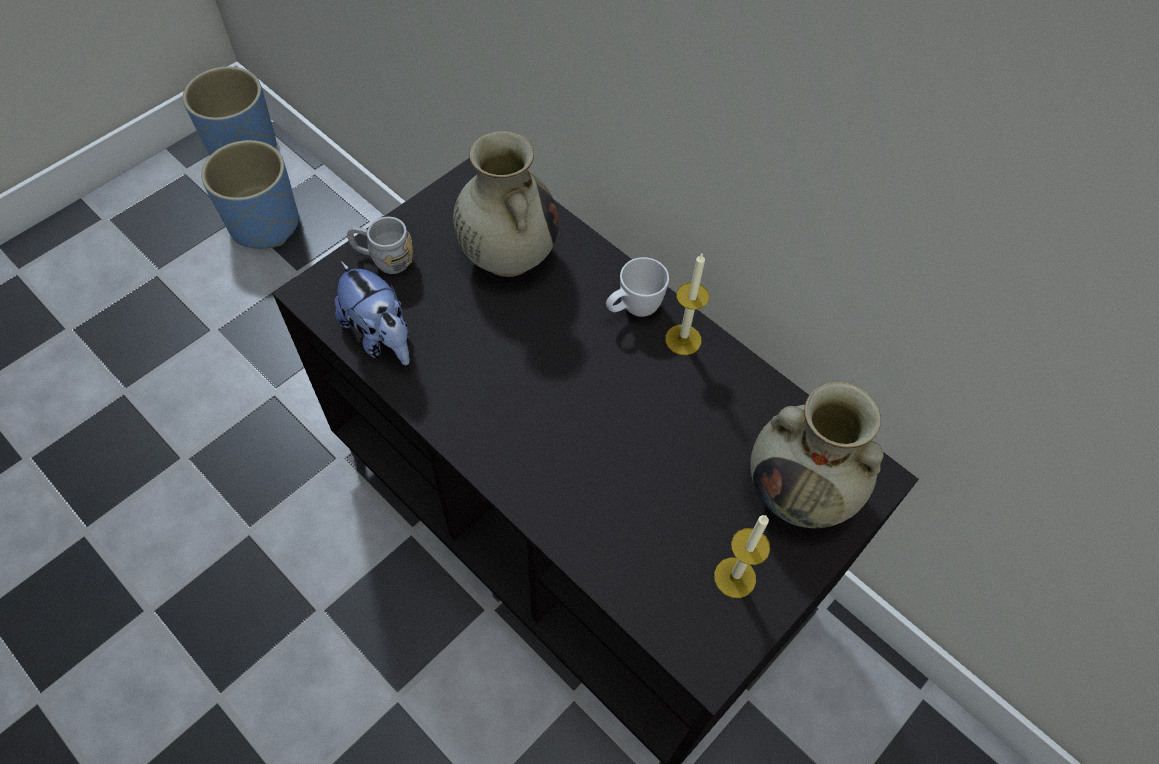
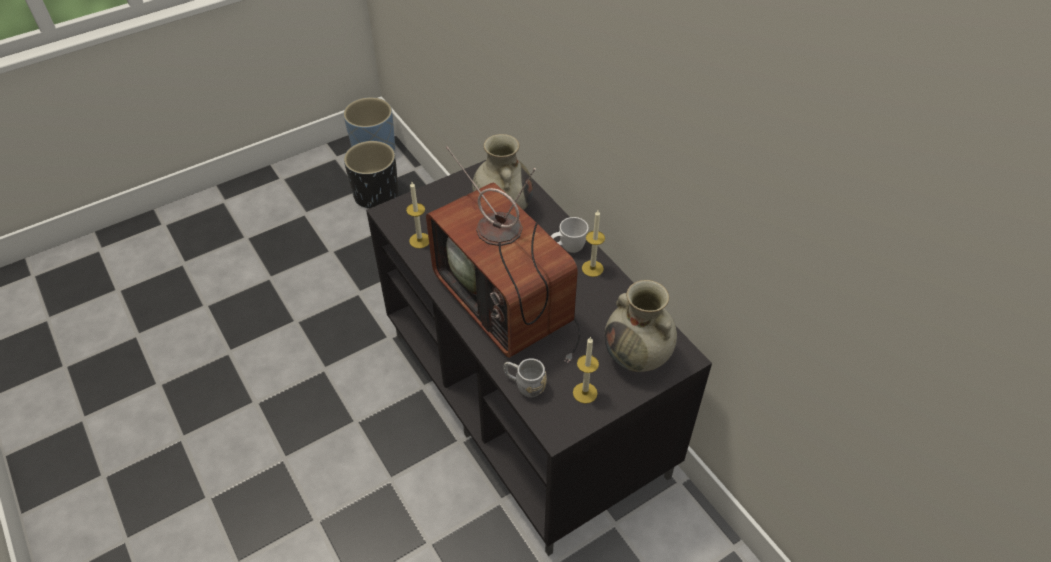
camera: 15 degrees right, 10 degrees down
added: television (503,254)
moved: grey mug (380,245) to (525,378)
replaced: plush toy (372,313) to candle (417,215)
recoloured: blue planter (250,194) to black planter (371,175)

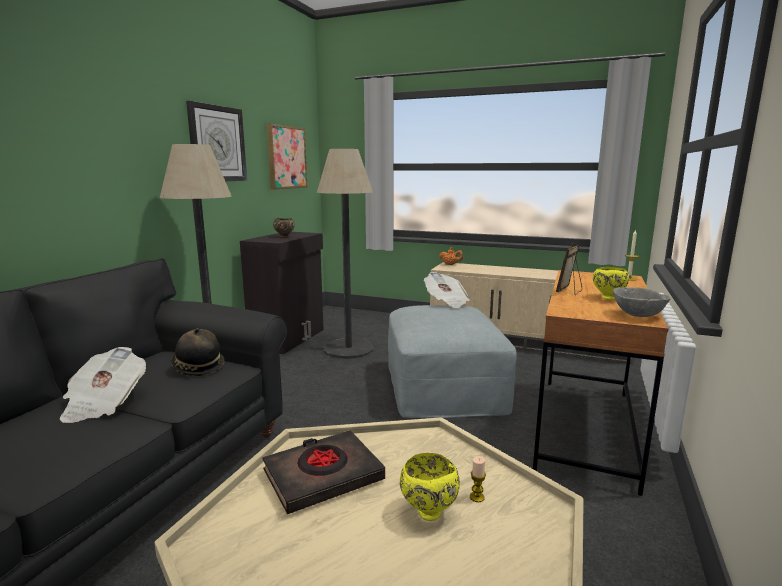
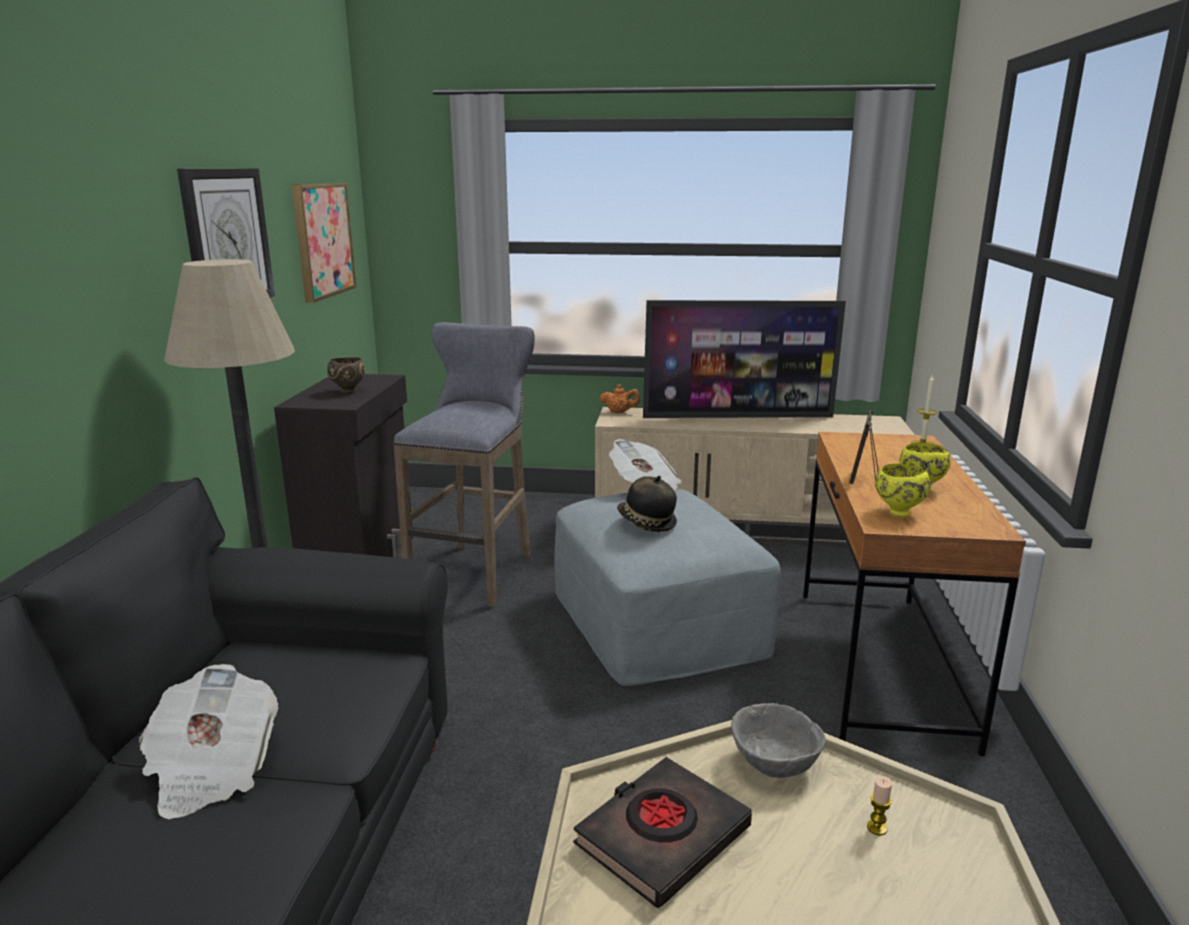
camera: 15 degrees left, 5 degrees up
added: television (744,359)
moved: hat (198,352) to (647,504); yellow bowl (430,487) to (903,490); grey bowl (641,302) to (778,740)
replaced: floor lamp (345,254) to grey stool (464,464)

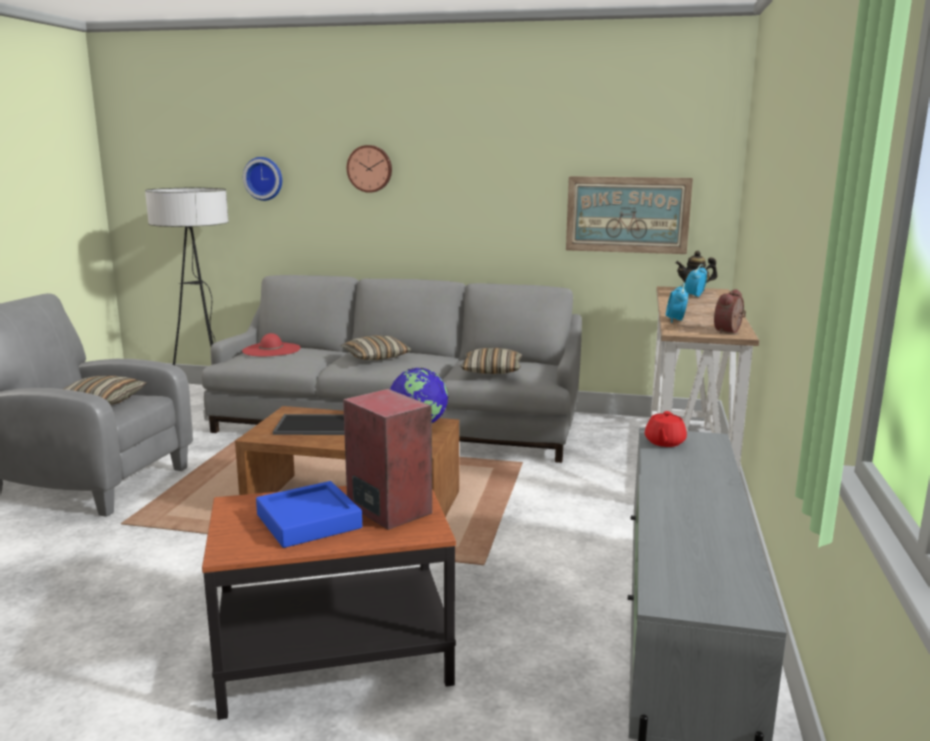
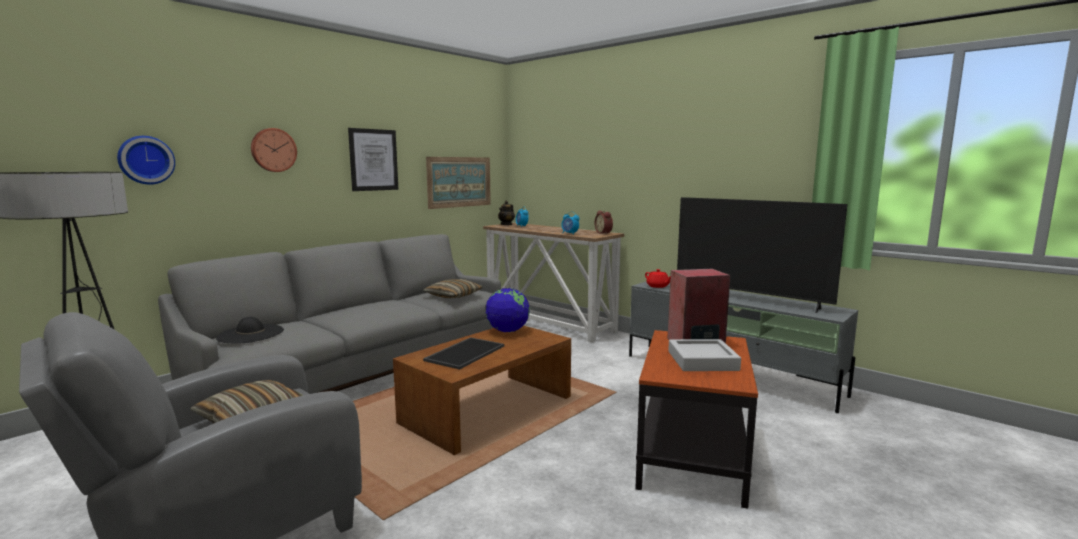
camera: 60 degrees left, 5 degrees down
removed: pillow (376,347)
added: picture (373,159); television (762,255)
recoloured: red hat (271,344) to black hat (250,330); blue tray (309,514) to grey tray (704,355)

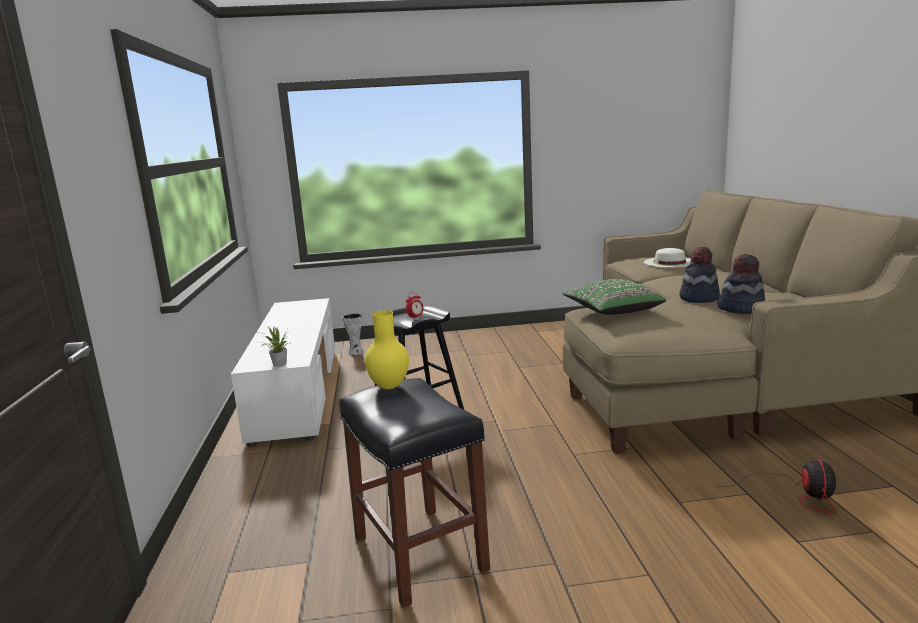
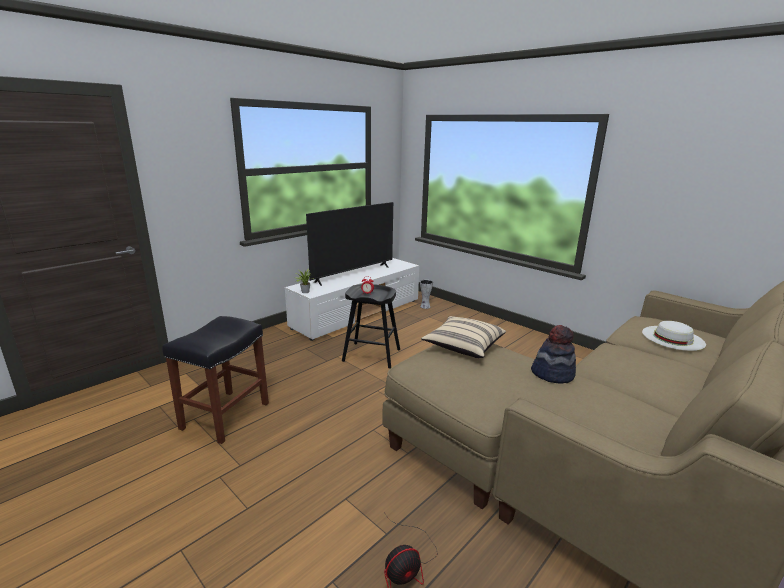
camera: 50 degrees right, 5 degrees up
removed: yellow vase (387,349); hat (741,284)
added: television (349,244)
recoloured: green pillow (614,297) to beige pillow (463,337)

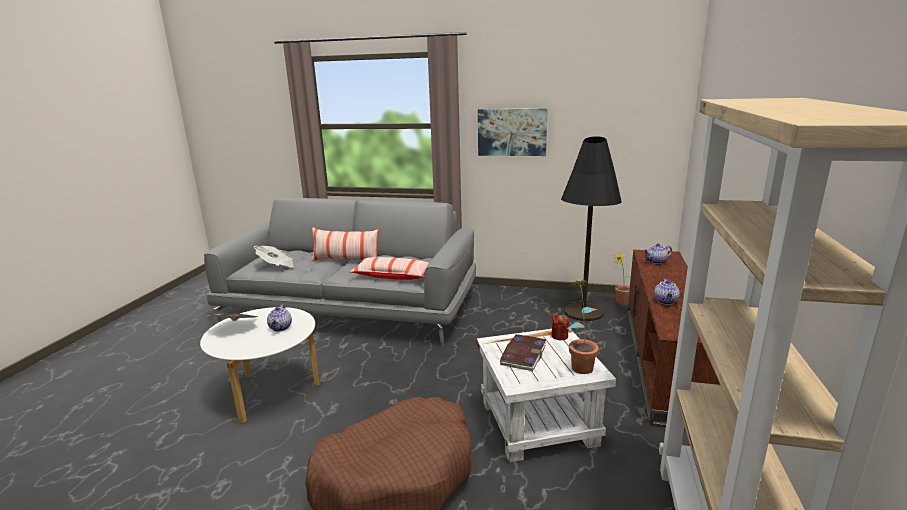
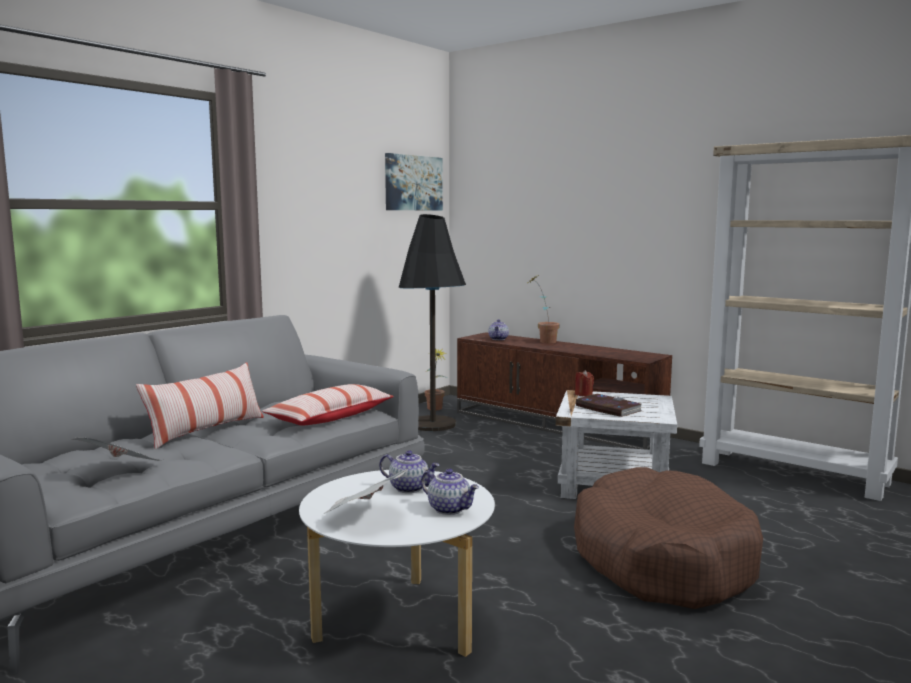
camera: 65 degrees left, 10 degrees down
moved: picture (513,132) to (414,182); potted plant (582,327) to (544,309); teapot (667,292) to (450,491)

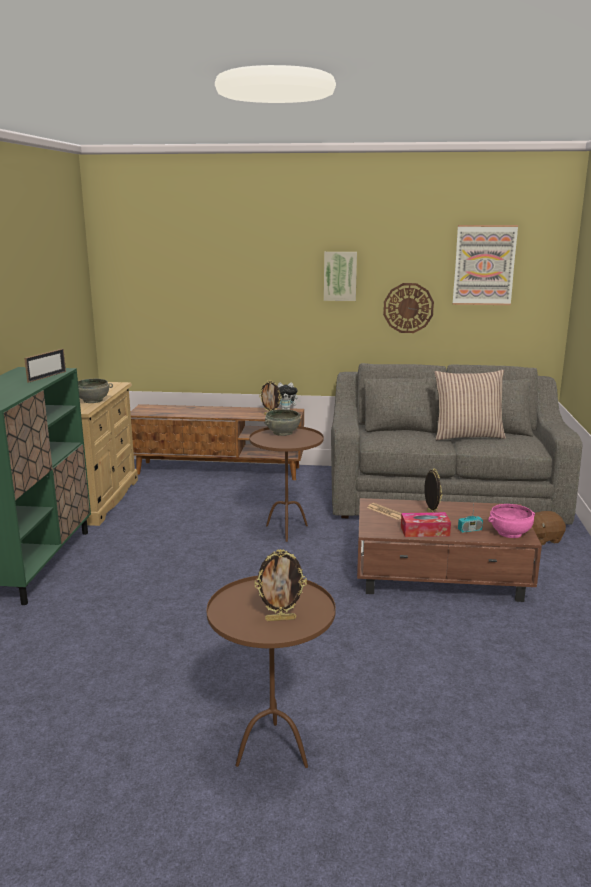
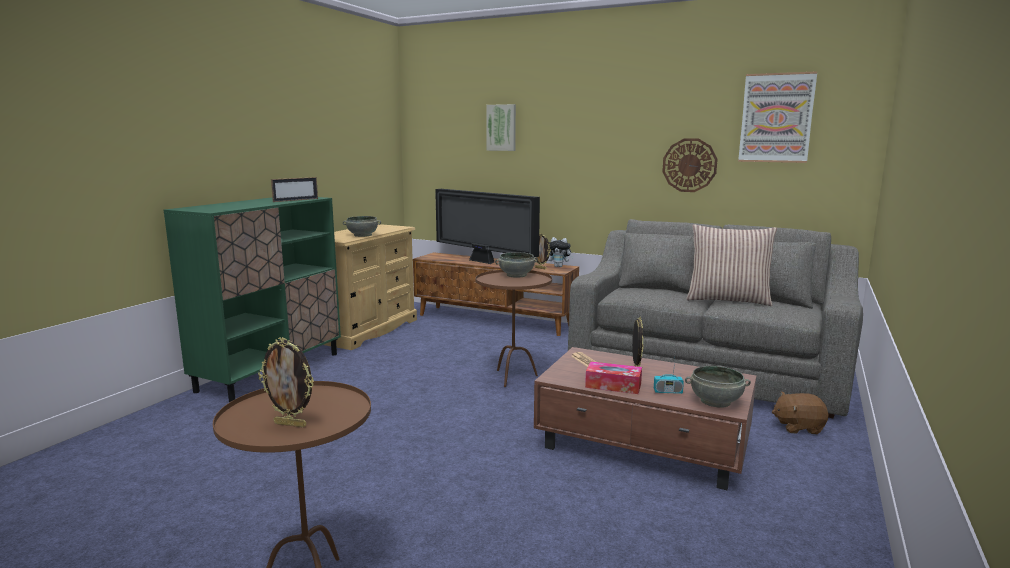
camera: 20 degrees right, 5 degrees down
added: television (487,226)
moved: picture (340,276) to (501,127)
recoloured: pink bowl (511,521) to grey bowl (718,387)

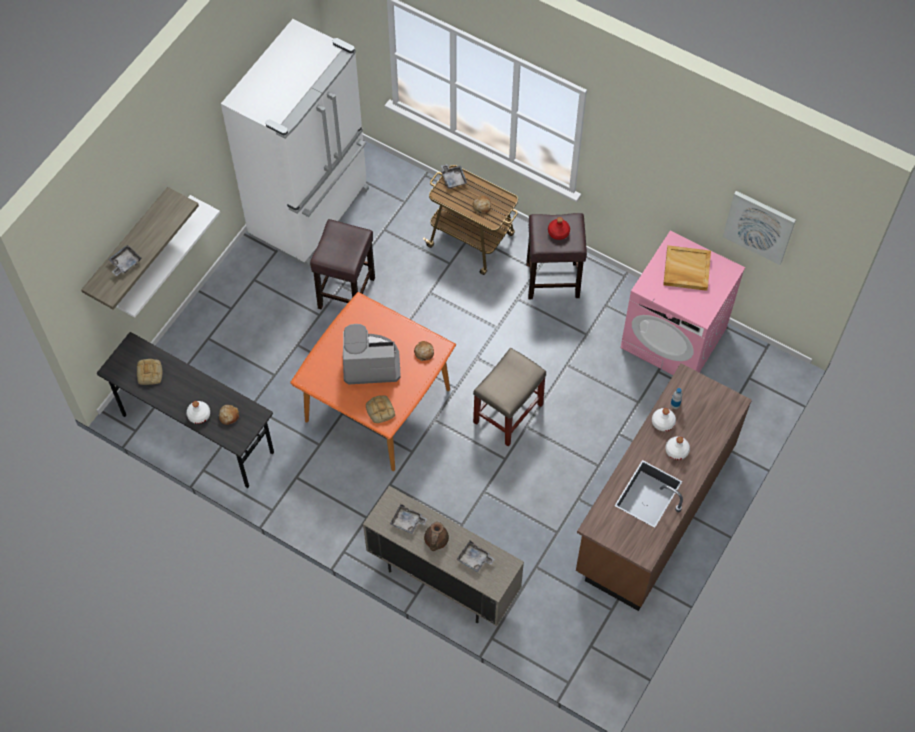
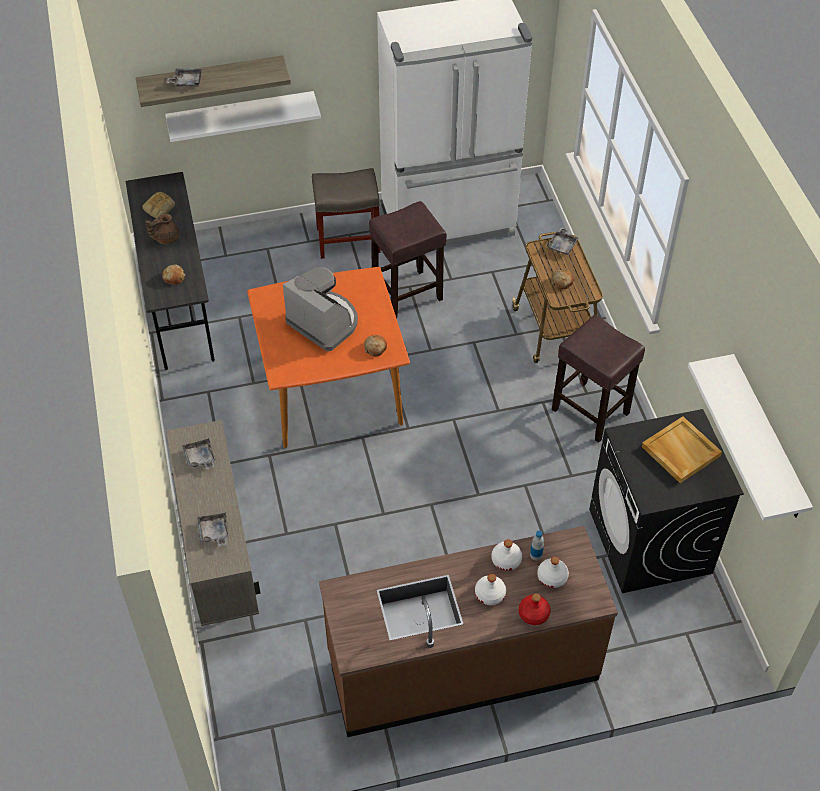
camera: 45 degrees right, 10 degrees down
removed: bread (380,409)
moved: white bottle (198,412) to (553,572); brown teapot (436,536) to (162,228); beige stool (509,397) to (346,213); red bottle (559,228) to (534,609)
replaced: picture (759,228) to white shelf (750,437)
recoloured: pink washing machine (682,303) to black washing machine (666,501)

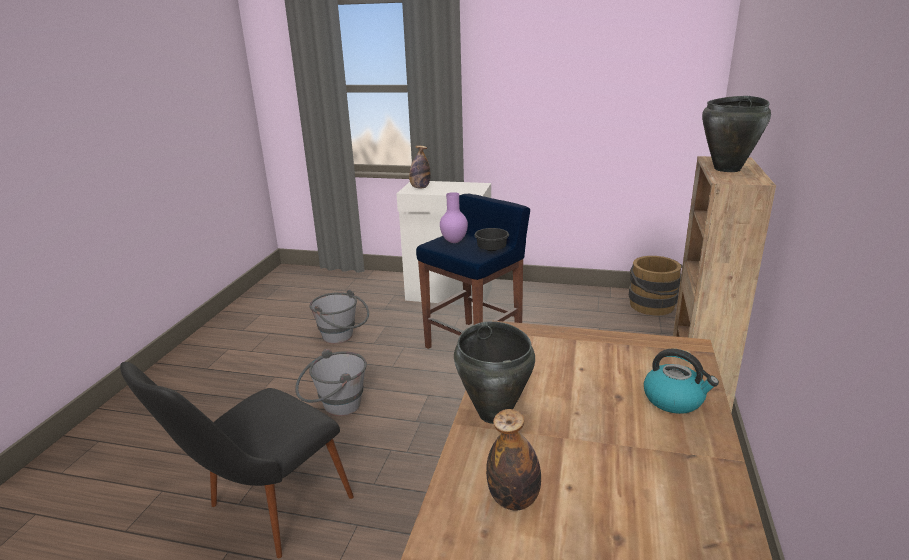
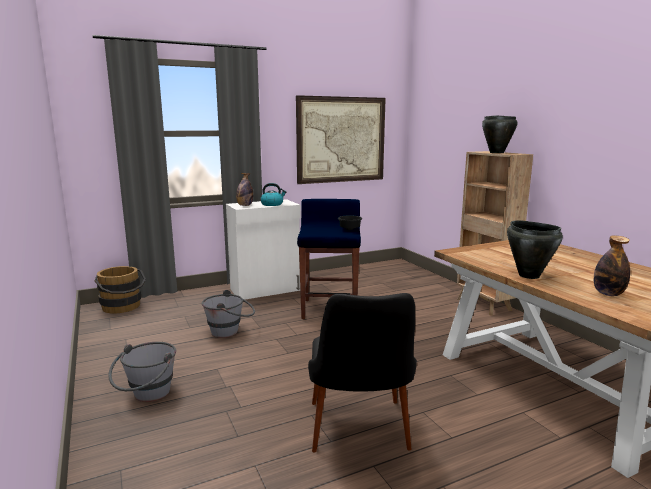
camera: 40 degrees left, 10 degrees down
removed: purple vase (454,217)
added: picture (341,139)
moved: grey bucket (331,382) to (142,372); brown bucket (655,285) to (120,289); kettle (681,381) to (273,194)

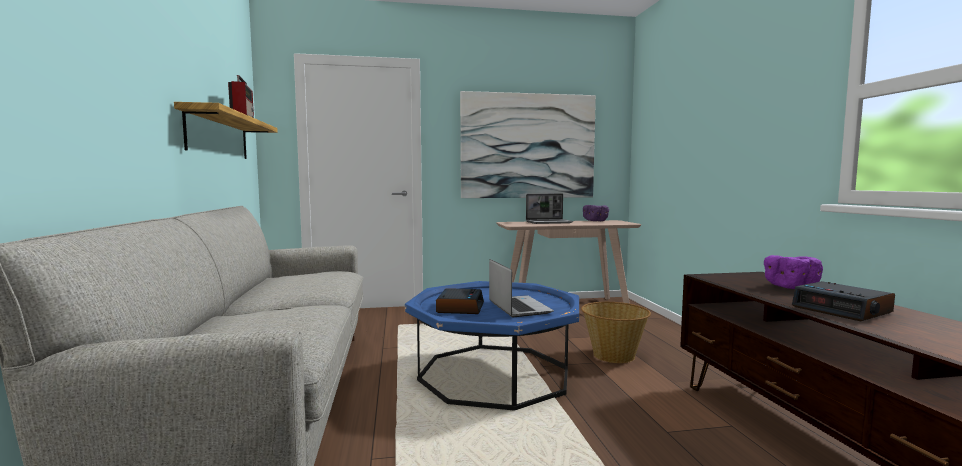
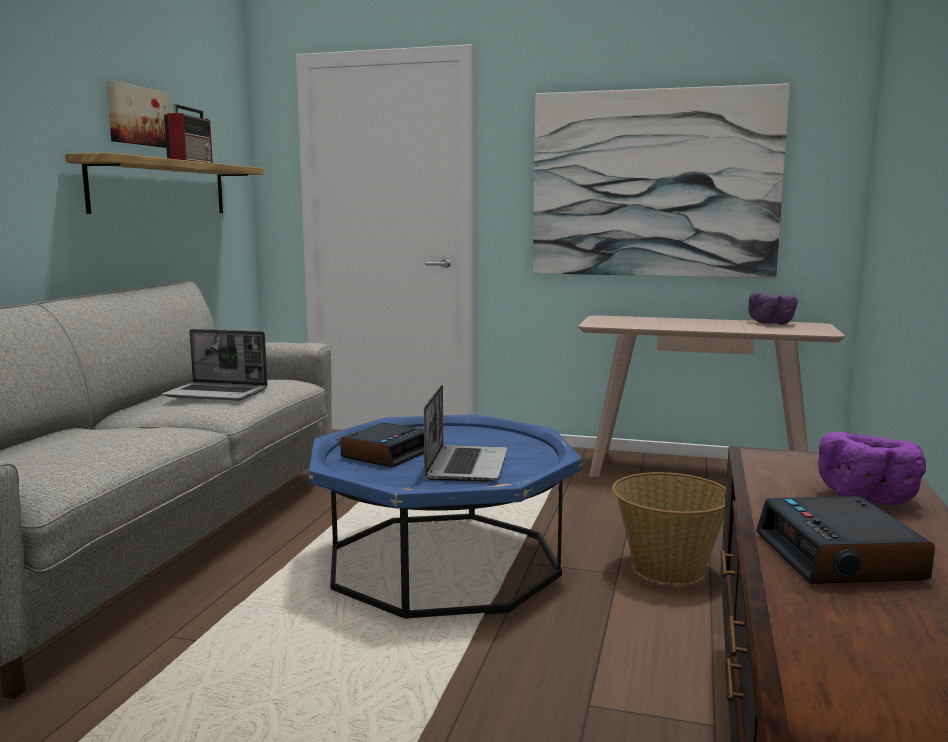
camera: 25 degrees right, 5 degrees up
added: picture (138,114)
moved: laptop (549,209) to (215,365)

